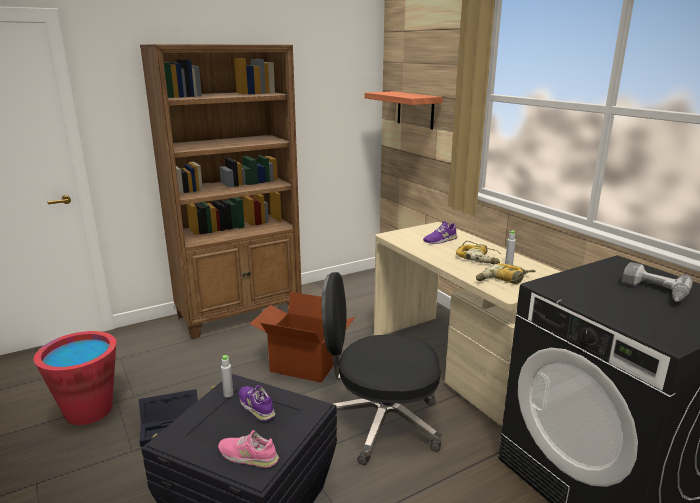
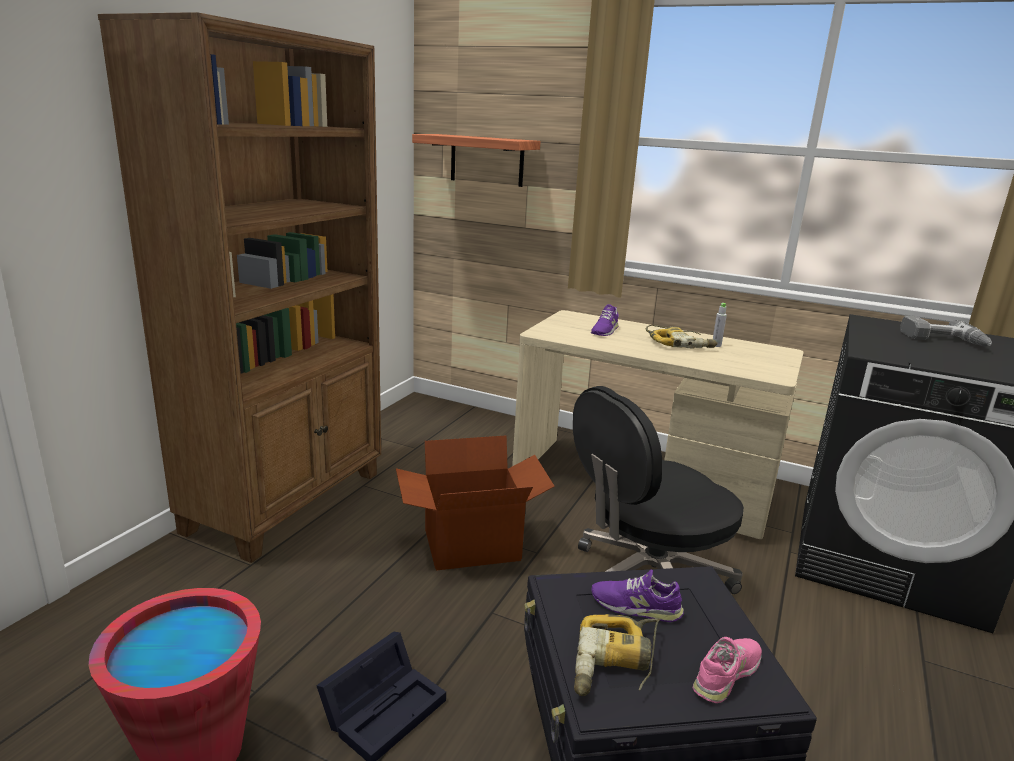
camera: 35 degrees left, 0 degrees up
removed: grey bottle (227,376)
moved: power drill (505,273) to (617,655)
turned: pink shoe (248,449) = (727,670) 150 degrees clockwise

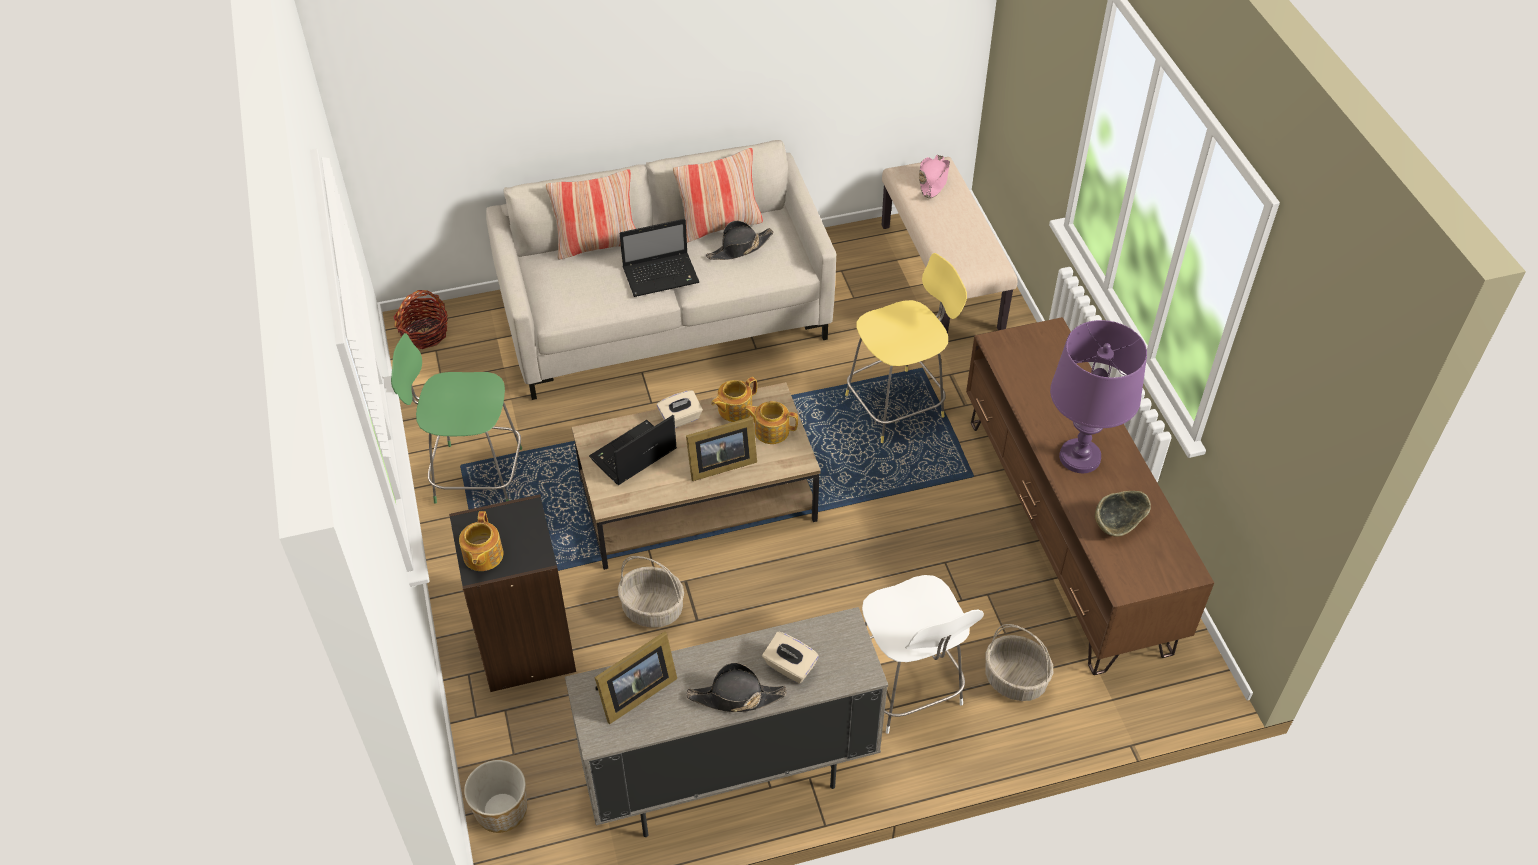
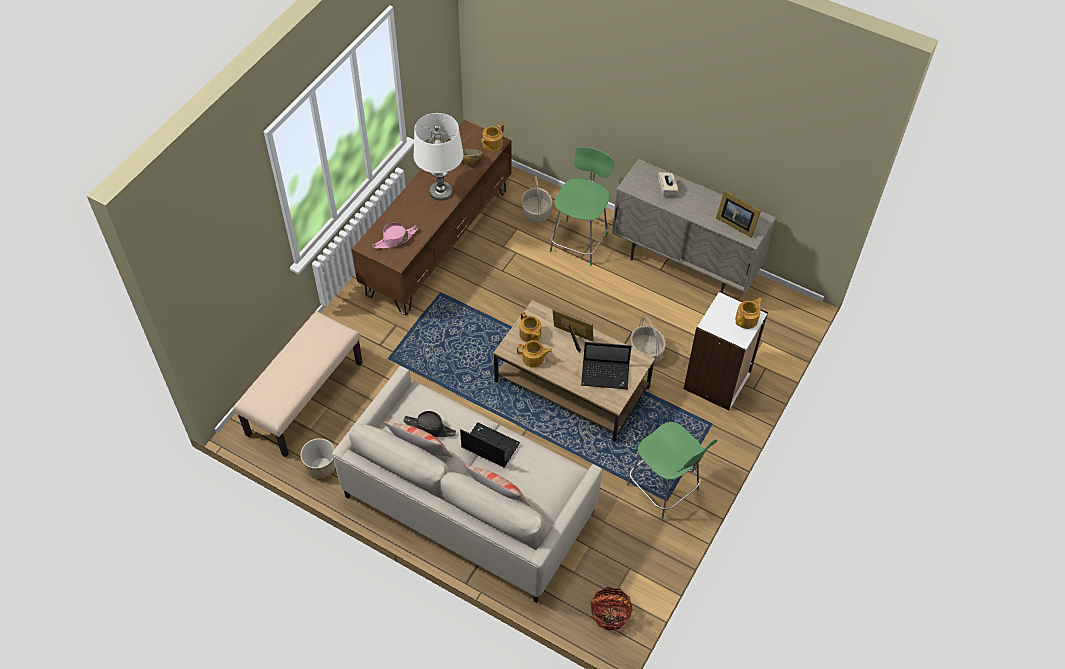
camera: 135 degrees left, 5 degrees up
removed: beige tissue box (680,409); black hat (736,687); yellow stool (906,348)
added: teapot (492,137)
moved: planter (495,796) to (317,458); pink hat (934,176) to (395,235)
recoloured: black bookcase (512,593) to white bookcase (726,351); white stool (923,654) to green stool (582,206); purple table lamp (1098,396) to white table lamp (438,157)
turned: picture frame (635,678) = (738,214) 150 degrees counterclockwise

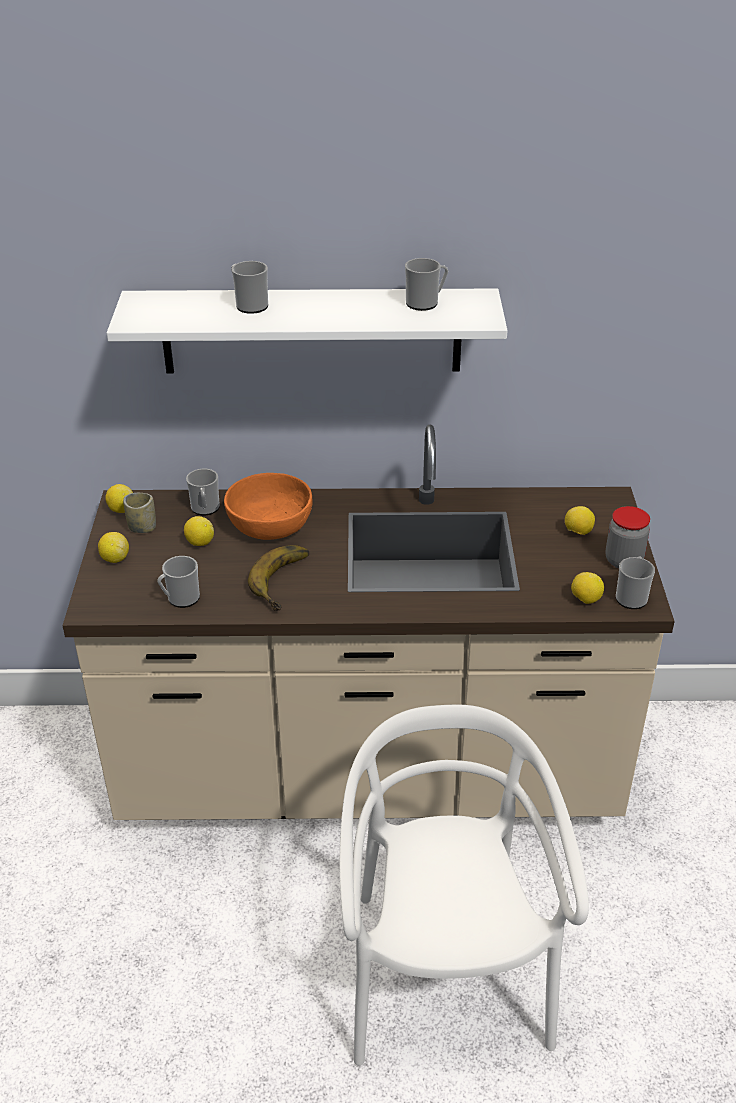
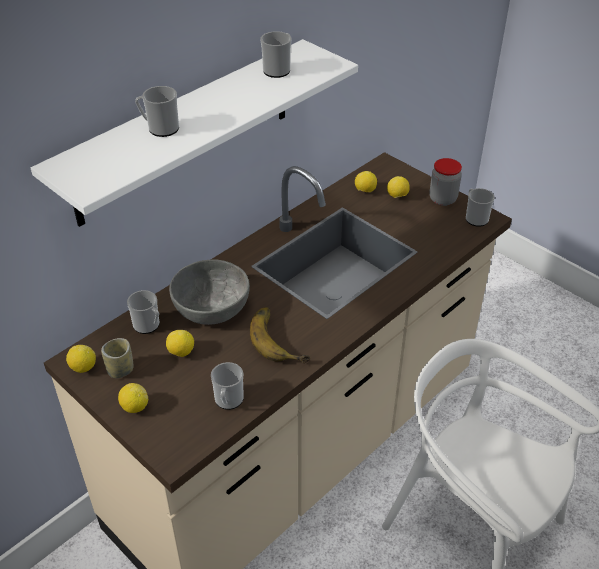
camera: 45 degrees left, 5 degrees up
moved: lemon (587,588) to (366,181)
recoloured: orange bowl (268,506) to grey bowl (209,292)

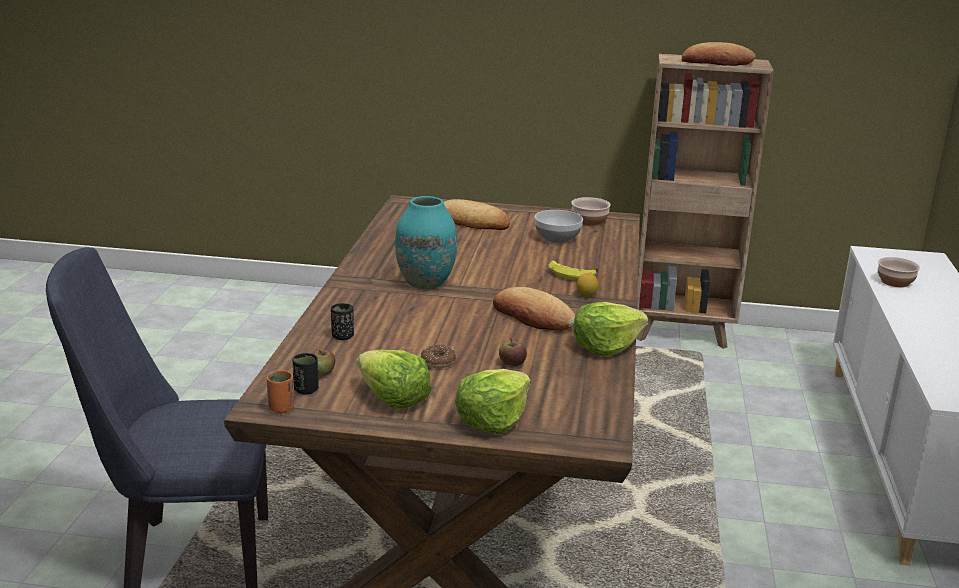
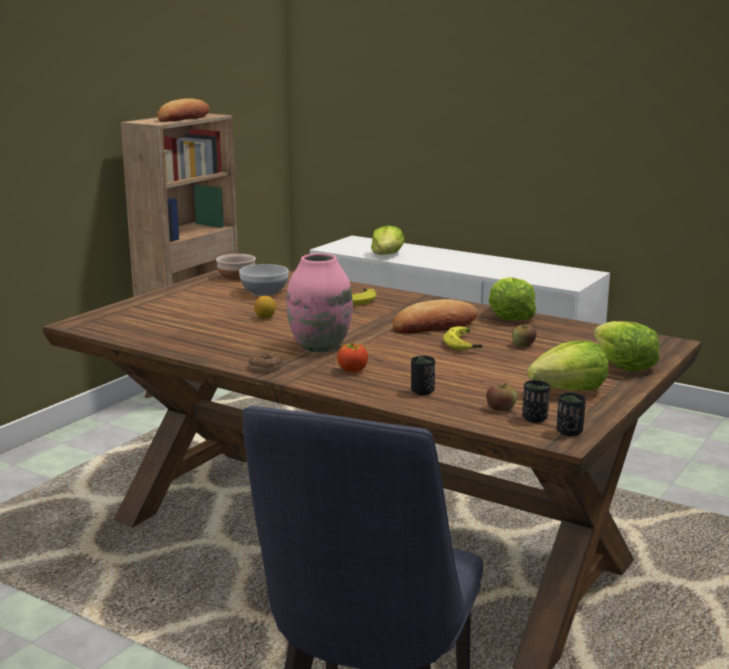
camera: 65 degrees left, 5 degrees down
removed: bread (477,214)
added: tomato (352,357); banana (463,338)
moved: donut (438,356) to (265,362); lemon (587,285) to (265,307)
replaced: bowl (899,272) to lettuce (388,240)
recoloured: orange cup (280,391) to black cup (571,414); turquoise vase (426,242) to pink vase (319,303)

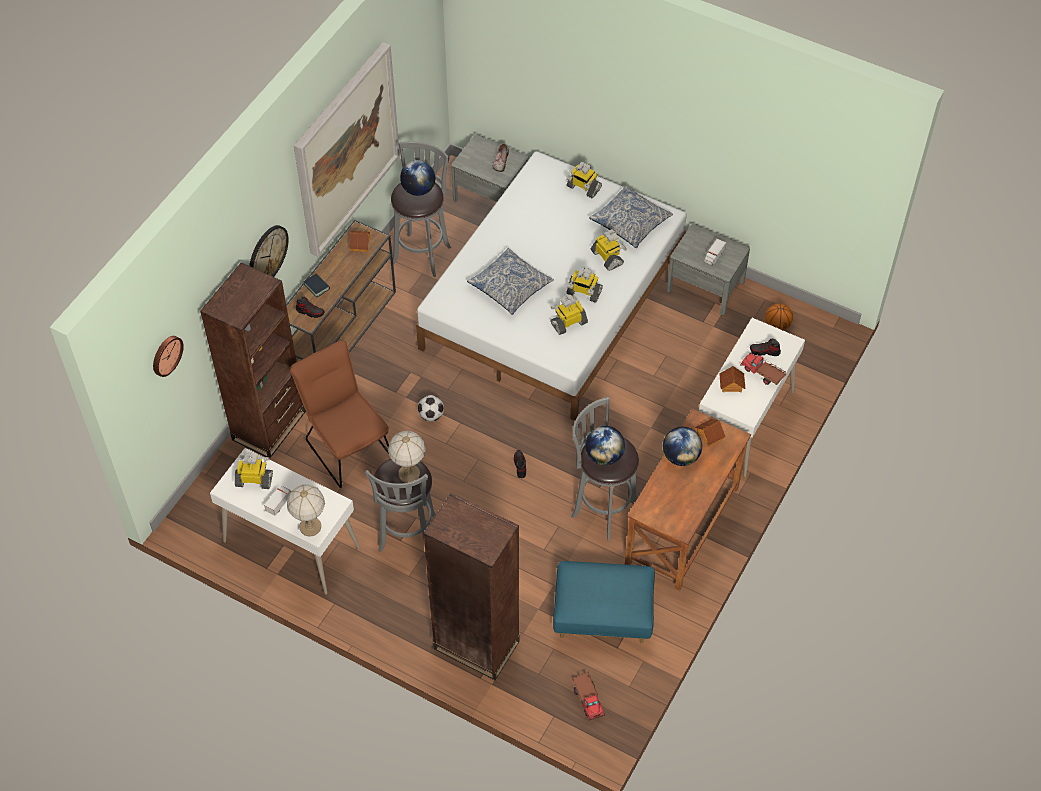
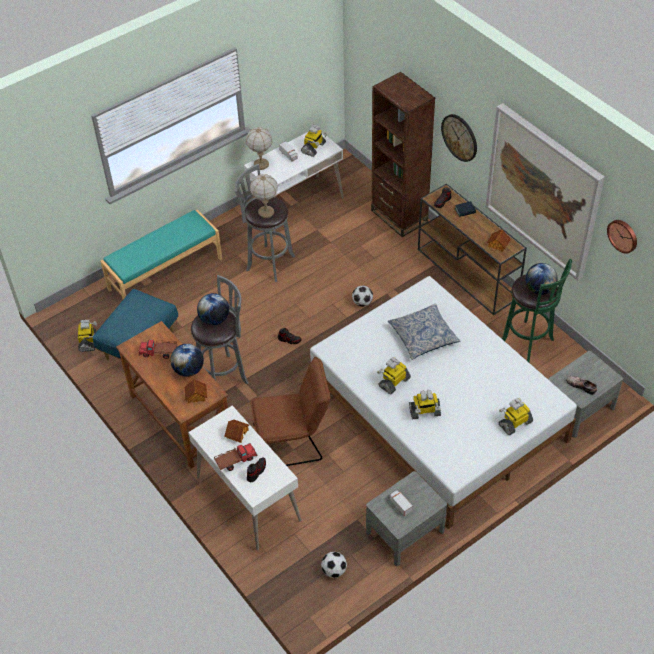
camera: 115 degrees right, 5 degrees down
removed: pillow (631,216)
moved: wall clock (168,356) to (622,237); brown chair (339,414) to (290,411); toy robot (569,315) to (87,336); toy truck (588,696) to (158,349)
replaced: brown bookcase (471,586) to turquoise bench (161,254); basketball (779,317) to football (334,565)
recoloured: grey stool (421,209) to green stool (537,310)

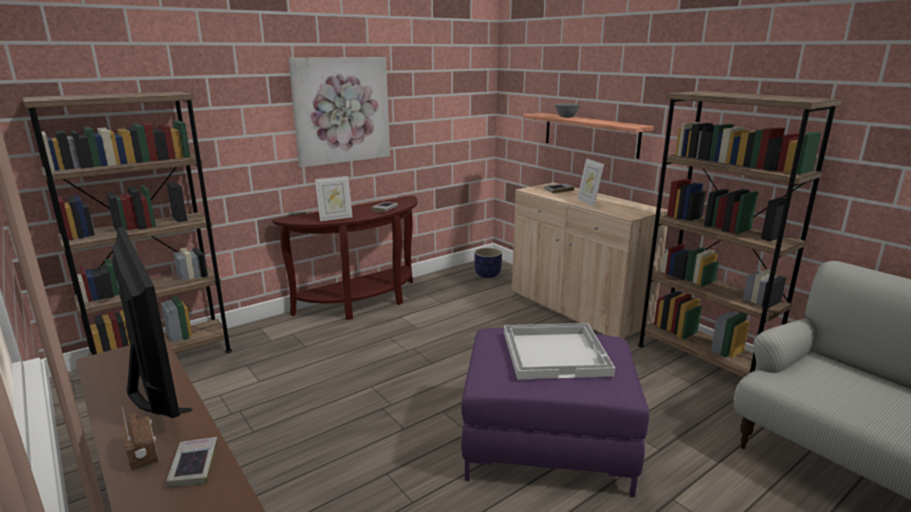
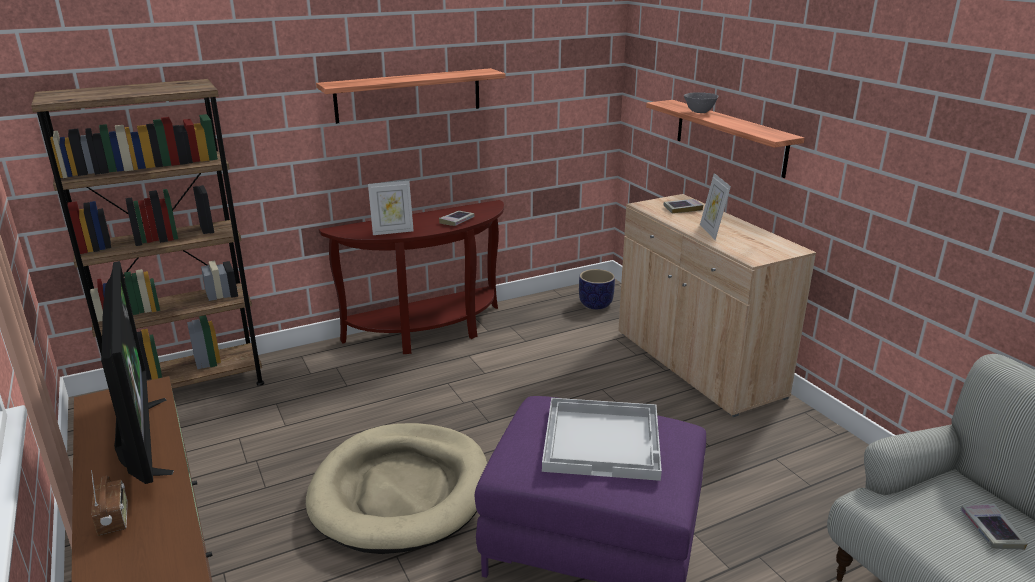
camera: 10 degrees right, 5 degrees up
removed: brown bookcase (740,234)
added: beige dog bed (396,488)
moved: book (192,462) to (994,527)
replaced: picture (339,112) to shelf (411,96)

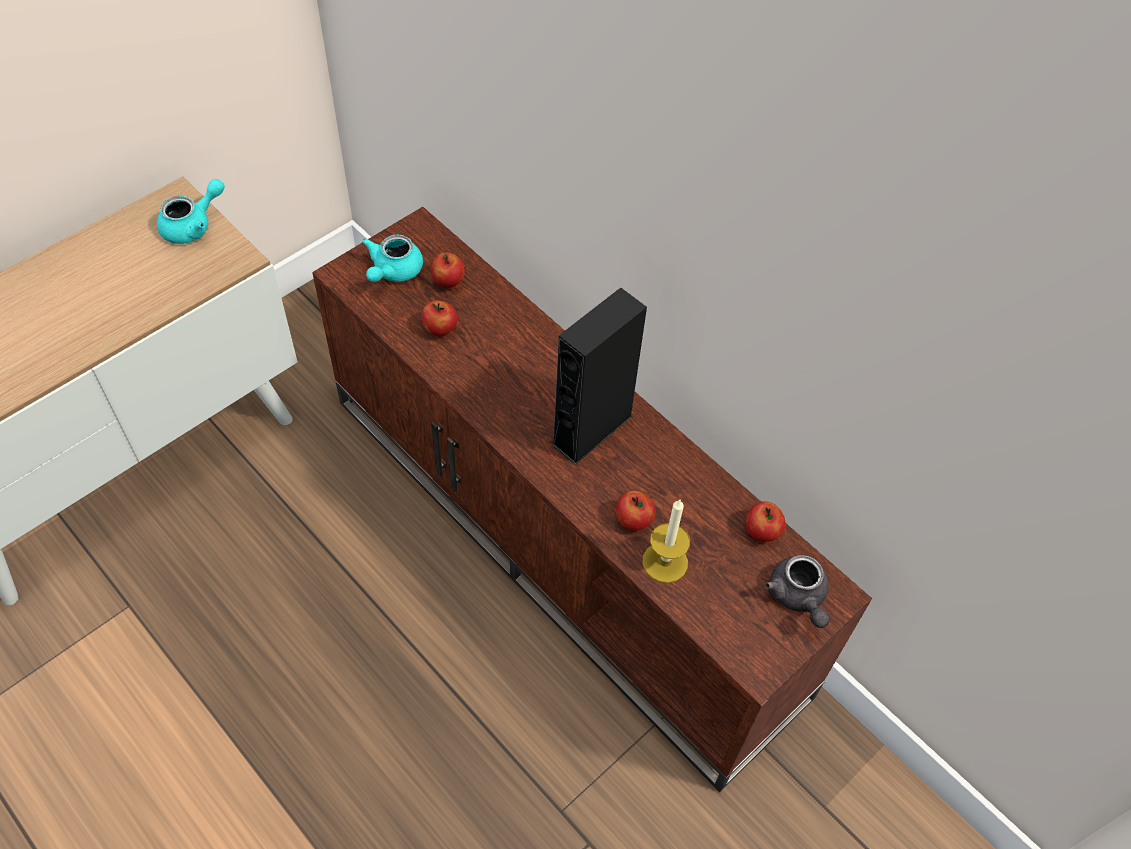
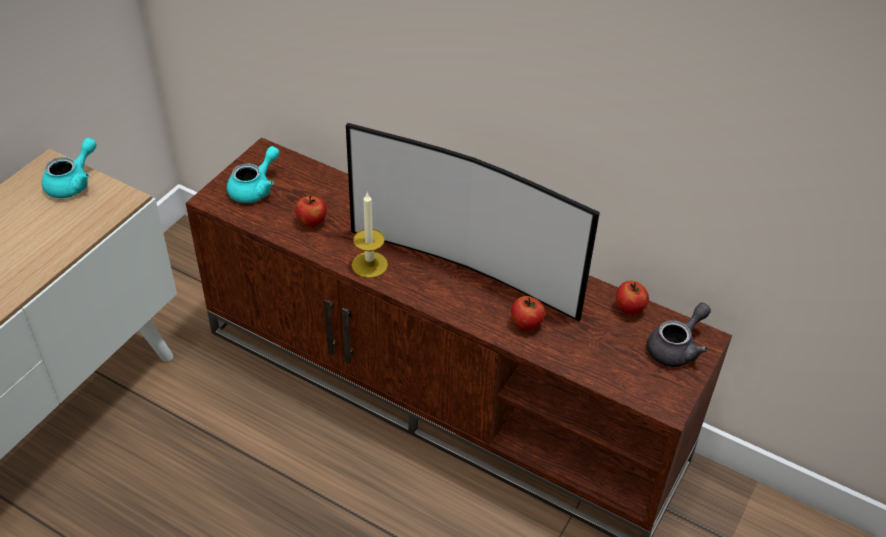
camera: 15 degrees left, 10 degrees down
removed: apple (448,270)
moved: candle (666,541) to (370,235)
replaced: black speaker (599,376) to television (473,222)
turned: turquoise teapot (392,258) = (253,174) 150 degrees counterclockwise; grey teapot (797,591) = (679,335) 105 degrees counterclockwise

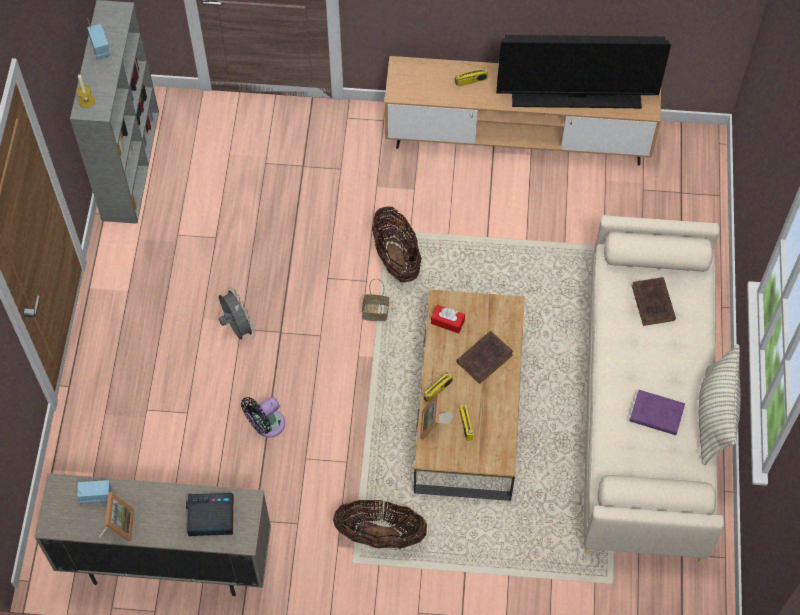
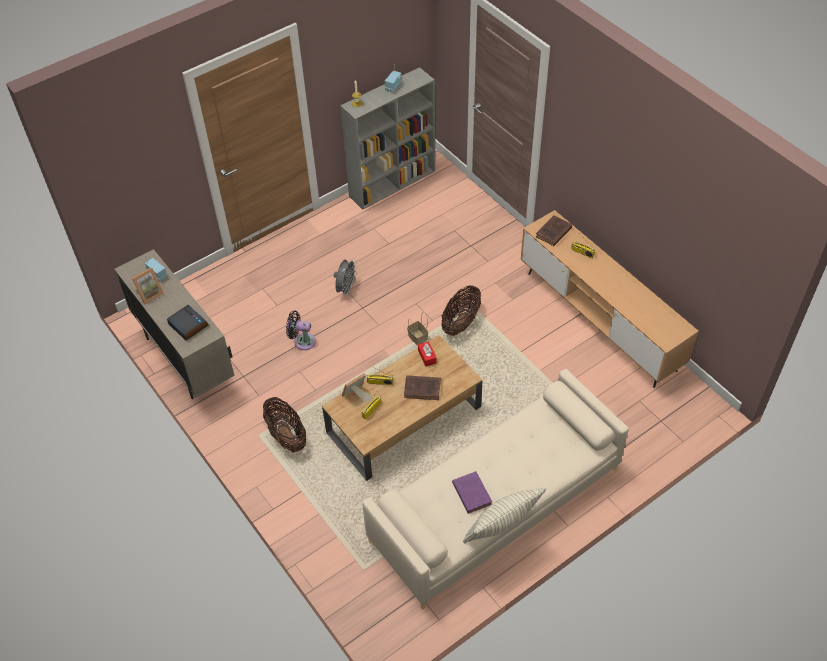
camera: 50 degrees right, 10 degrees down
removed: television (583,71)
moved: brown book (654,301) to (554,230)

